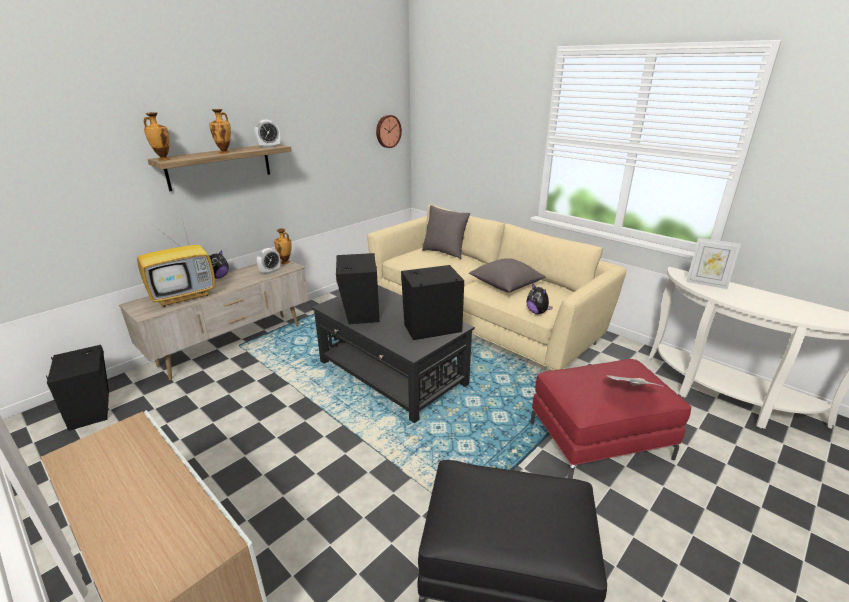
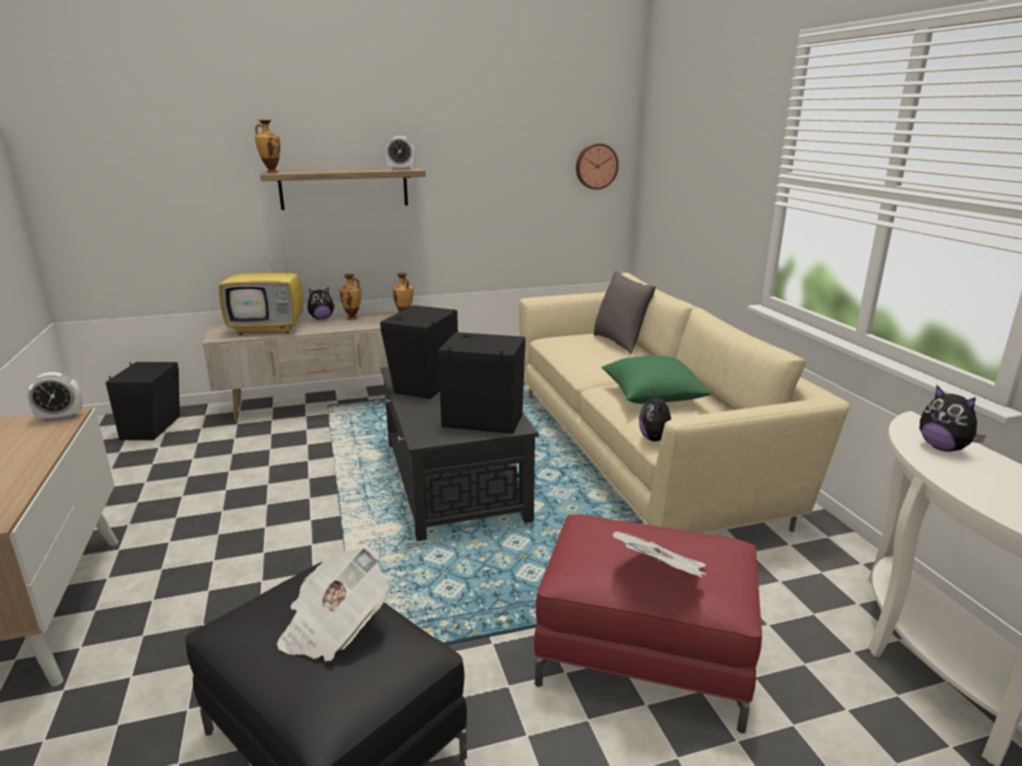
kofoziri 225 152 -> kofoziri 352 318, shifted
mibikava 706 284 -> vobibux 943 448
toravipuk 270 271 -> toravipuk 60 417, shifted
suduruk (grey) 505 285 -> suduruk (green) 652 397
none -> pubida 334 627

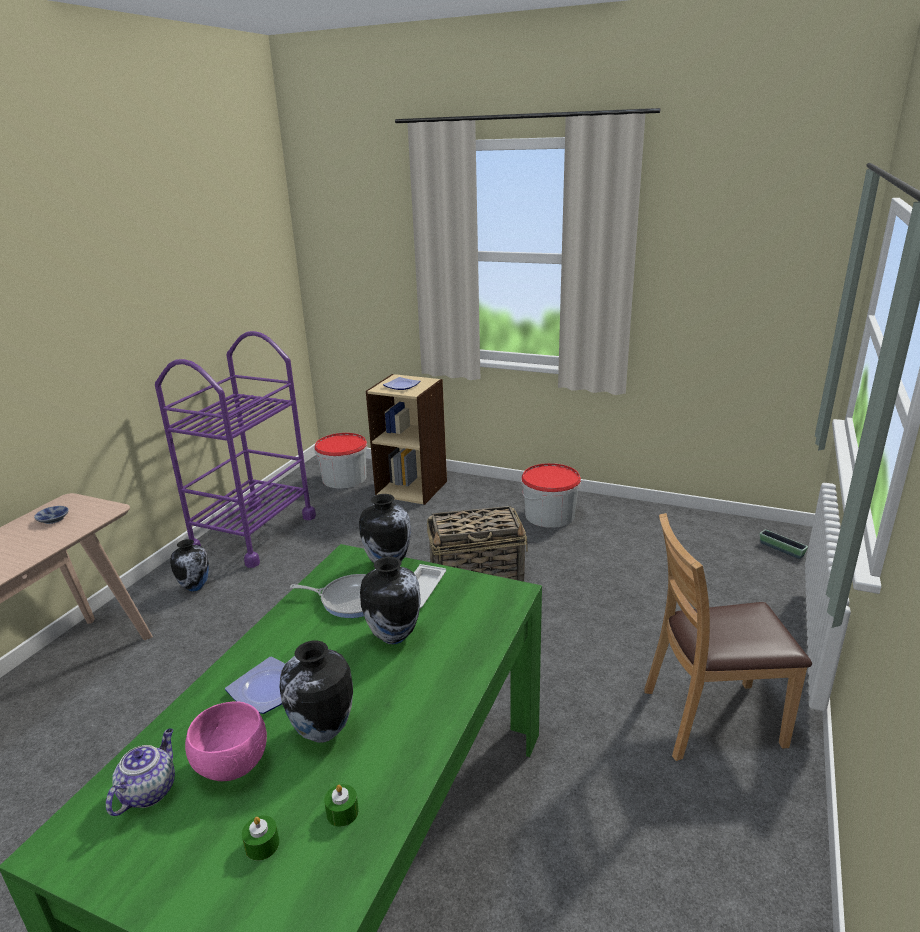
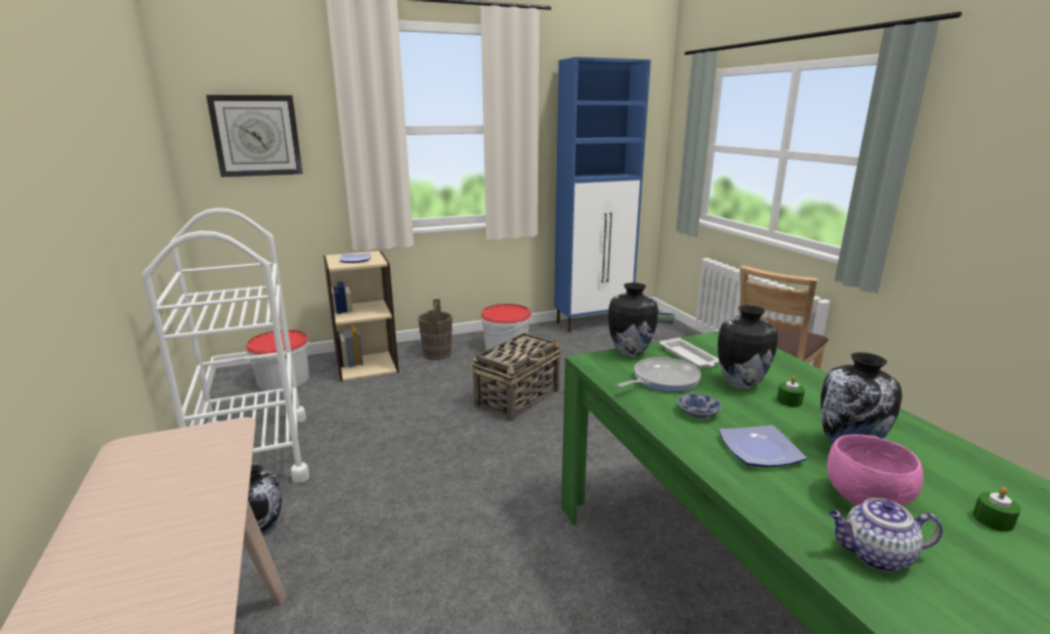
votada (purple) 253 533 -> votada (white) 254 455
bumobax 53 520 -> bumobax 699 412, shifted
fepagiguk 149 791 -> fepagiguk 875 556, 60 degrees counterclockwise
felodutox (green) 342 812 -> felodutox (green) 789 401, shifted
none -> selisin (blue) 593 322
none -> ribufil 256 136
none -> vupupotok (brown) 437 354

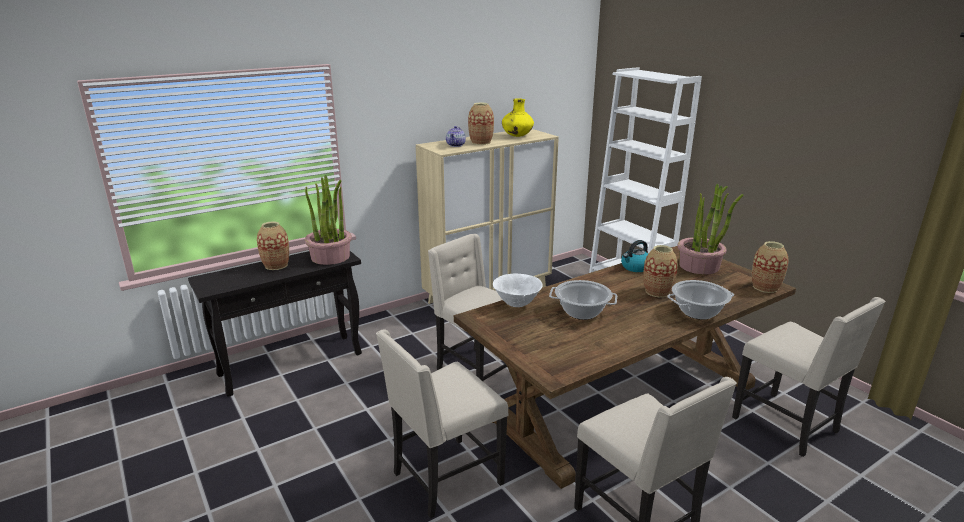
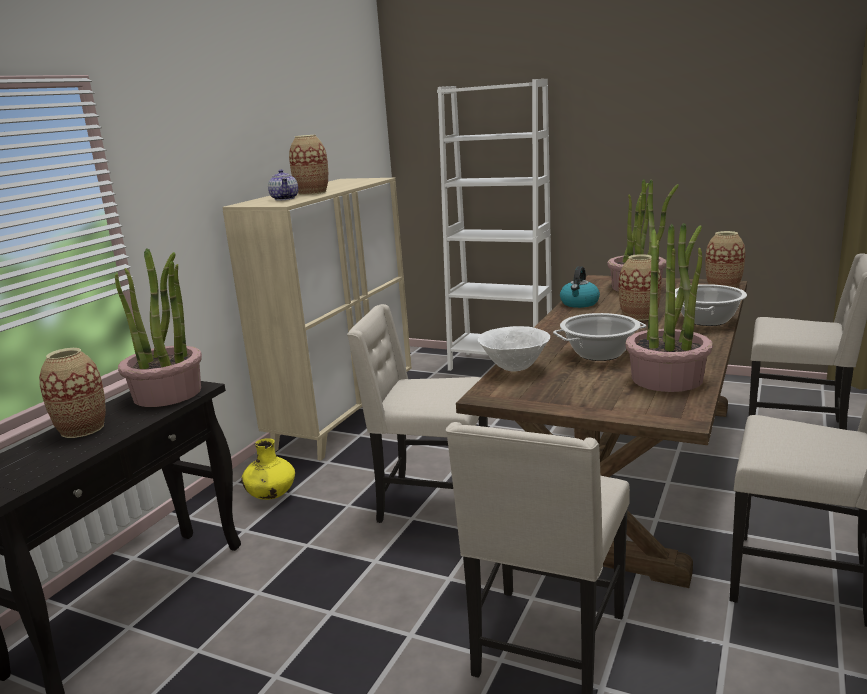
kofoziri (yellow) 517 136 -> kofoziri (yellow) 271 496, shifted
none -> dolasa 667 378

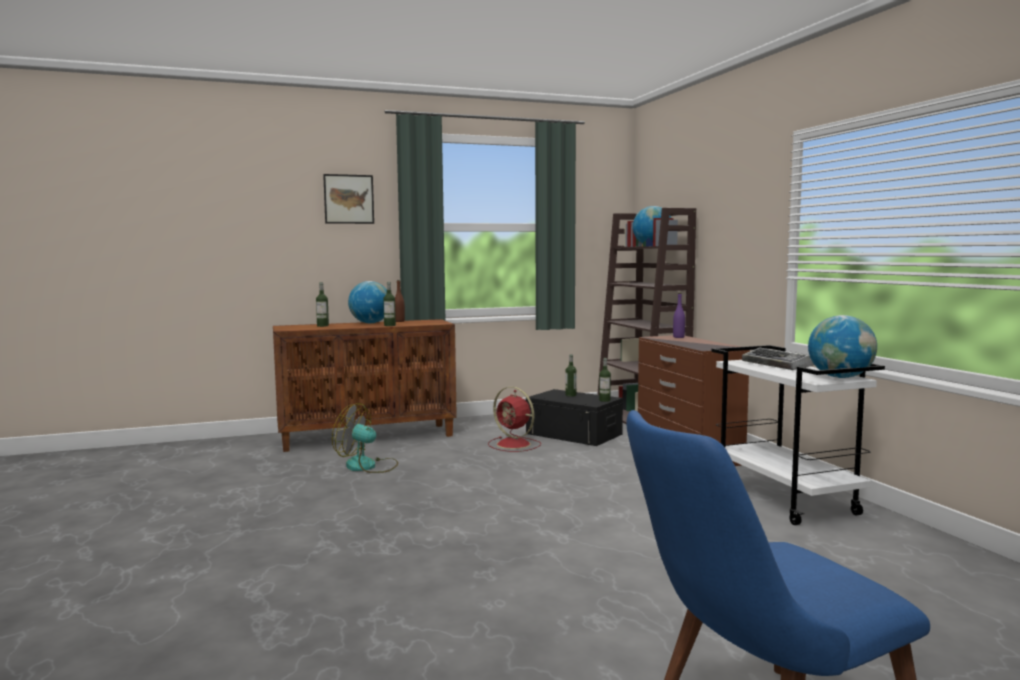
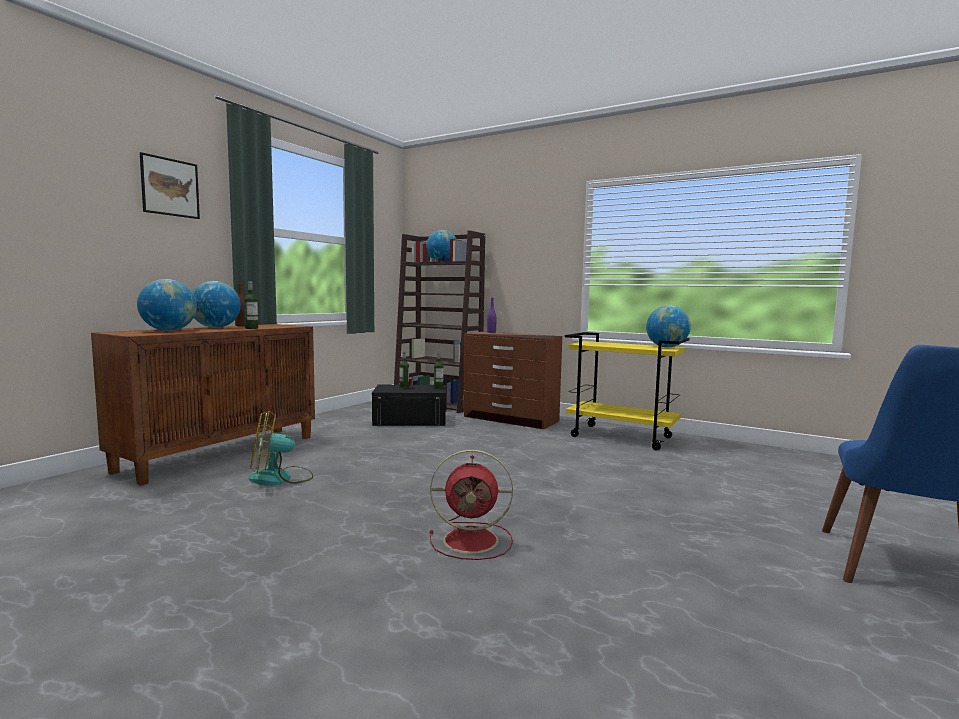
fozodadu 322 326 -> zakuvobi 169 330
votada (white) 786 500 -> votada (yellow) 622 437
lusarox 777 365 -> none
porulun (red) 515 444 -> porulun (red) 473 540, shifted

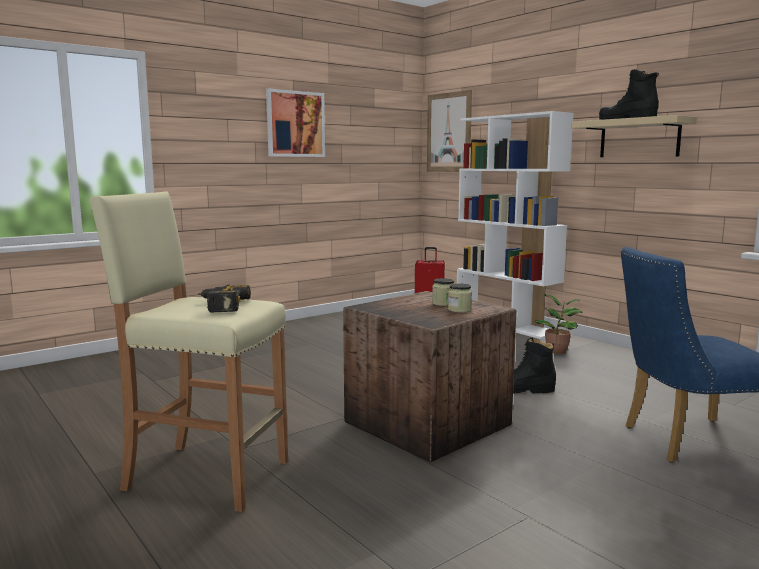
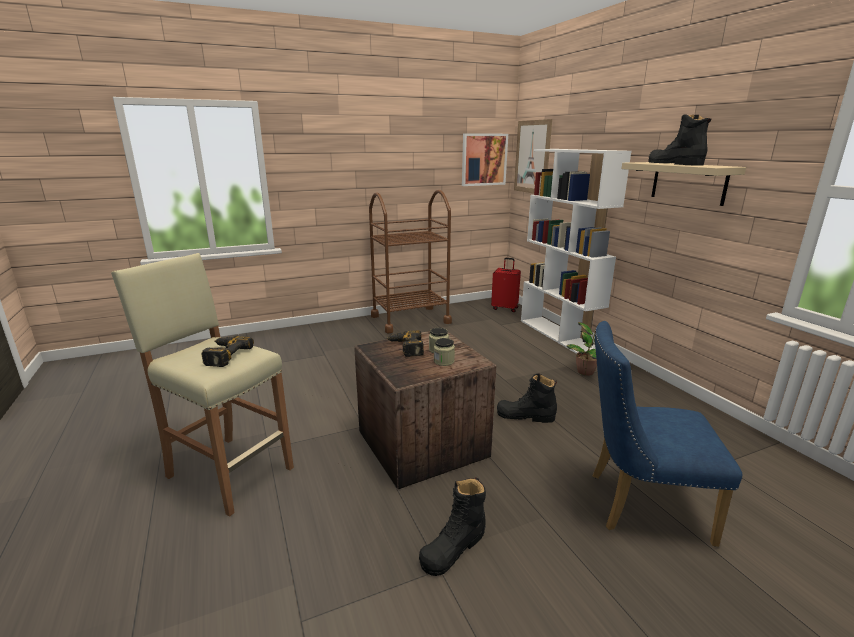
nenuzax 295 124 -> nenuzax 484 159, shifted
none -> votada (brown) 410 319
none -> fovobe 405 348
none -> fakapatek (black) 453 547

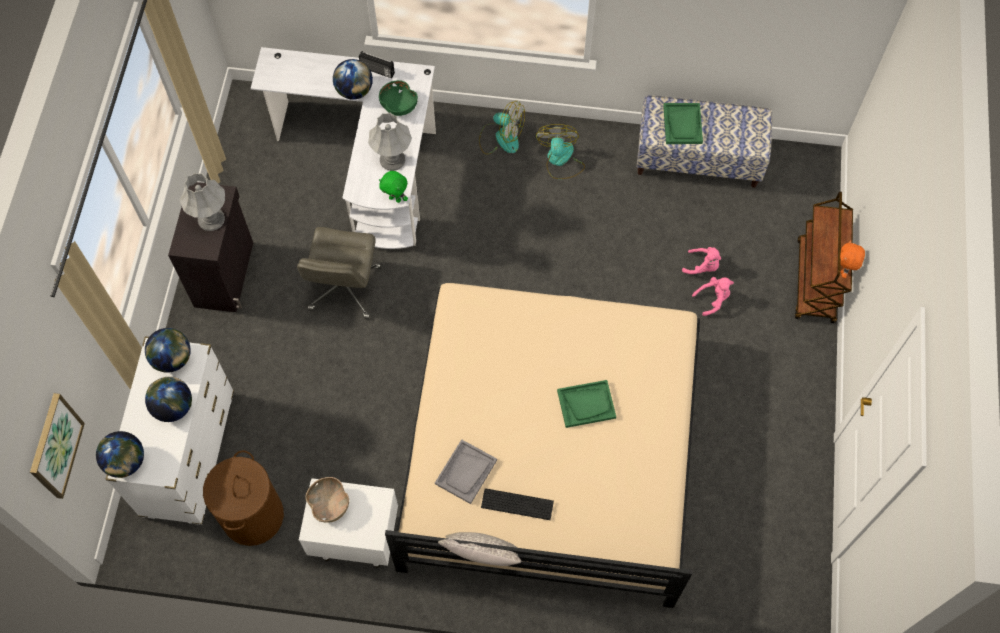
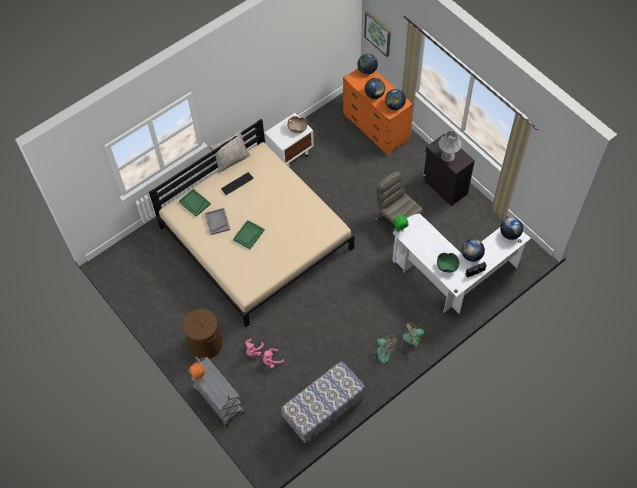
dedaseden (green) 682 124 -> dedaseden (green) 194 203, shifted
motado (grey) 392 159 -> none
votada (brown) 815 282 -> votada (grey) 218 399
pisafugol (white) 189 454 -> pisafugol (orange) 375 128
dedaseden (grey) 466 472 -> dedaseden (grey) 217 222, shifted
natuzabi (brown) 253 516 -> natuzabi (brown) 205 344, shifted
none -> zakuvobi 509 234

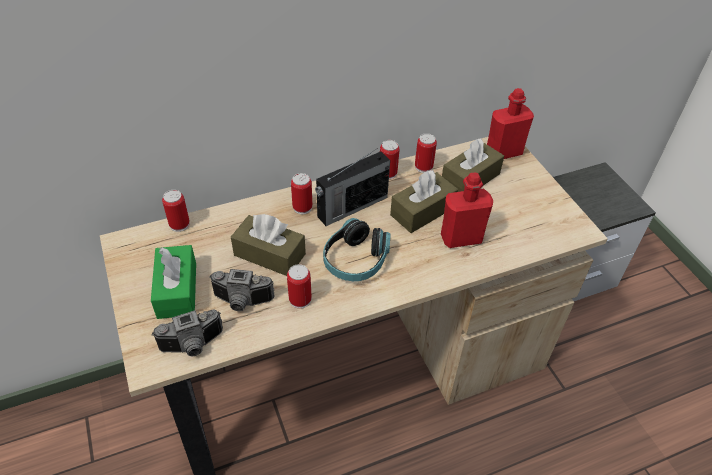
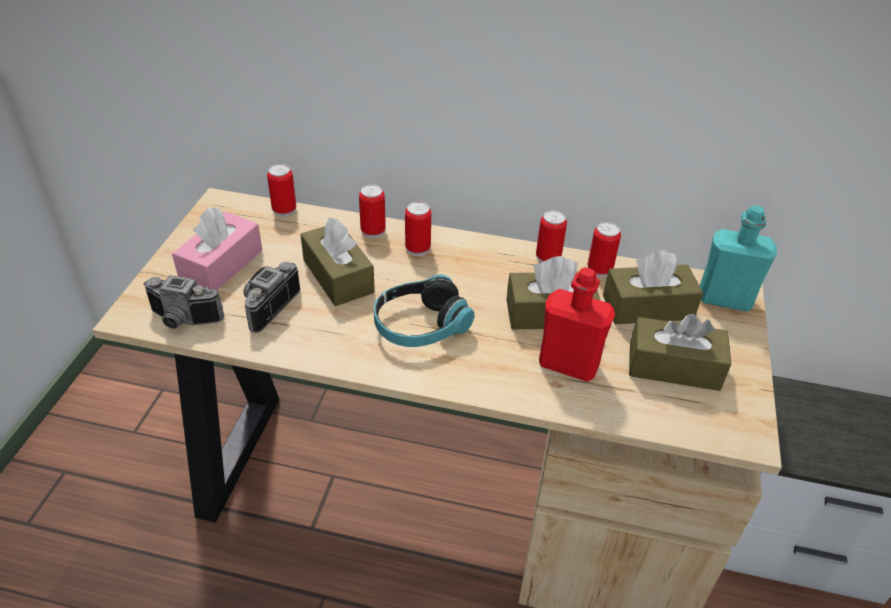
fozodadu (red) 503 152 -> fozodadu (turquoise) 724 299
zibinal 351 207 -> none
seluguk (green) 177 290 -> seluguk (pink) 221 265
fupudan 300 300 -> fupudan 373 231, shifted
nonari 242 302 -> nonari 265 306, 75 degrees clockwise
none -> seluguk (brown) 673 367

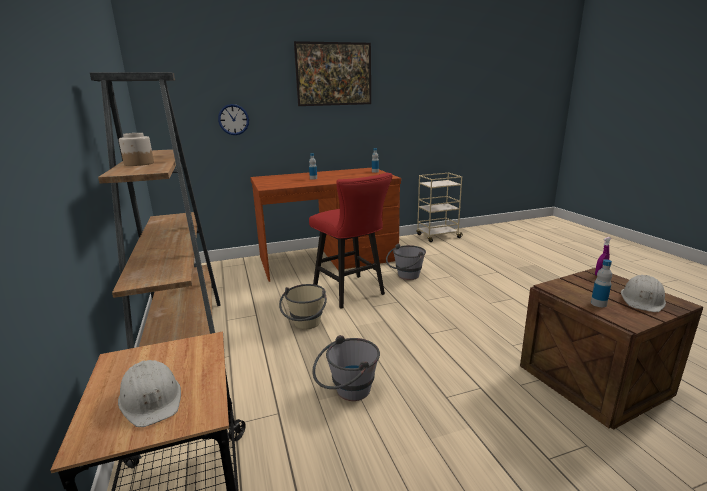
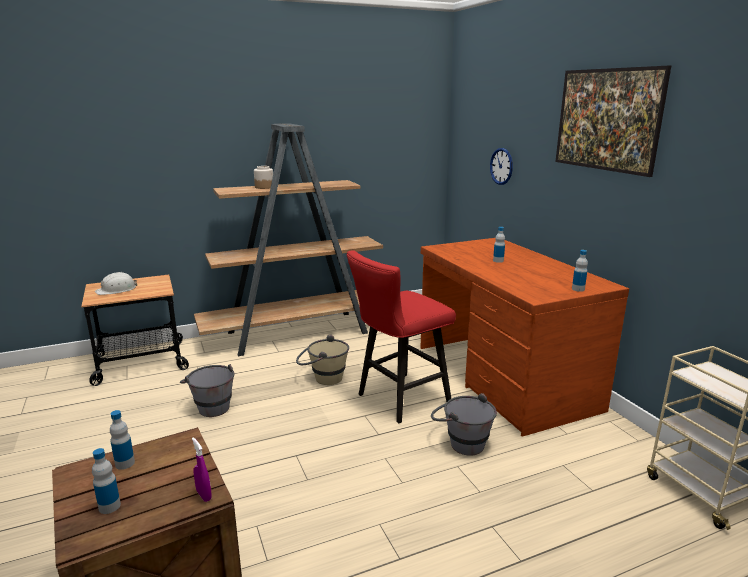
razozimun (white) 642 300 -> fozodadu 109 506

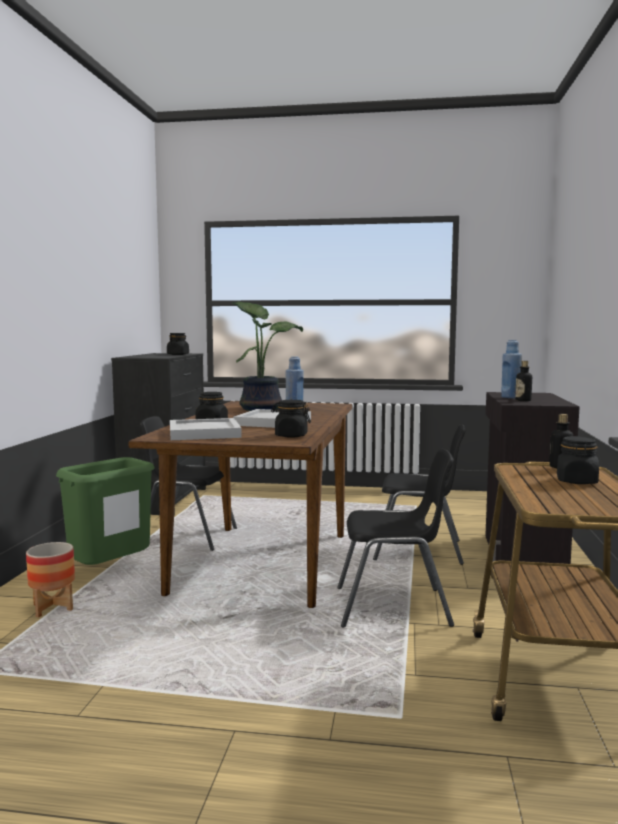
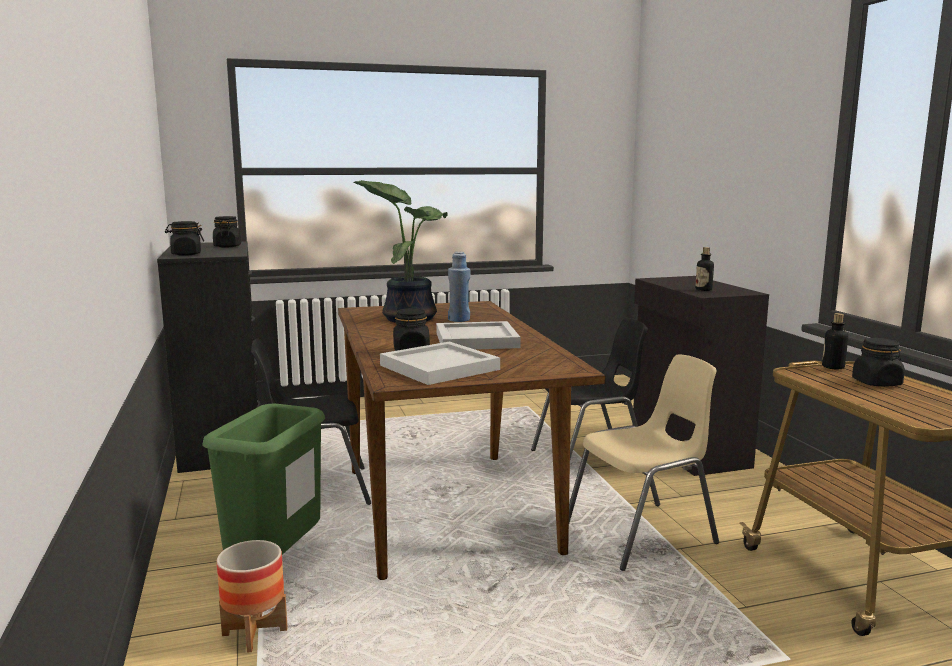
fozodadu (blue) 510 397 -> none
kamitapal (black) 291 436 -> kamitapal (black) 186 254, shifted
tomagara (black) 394 607 -> tomagara (beige) 643 534

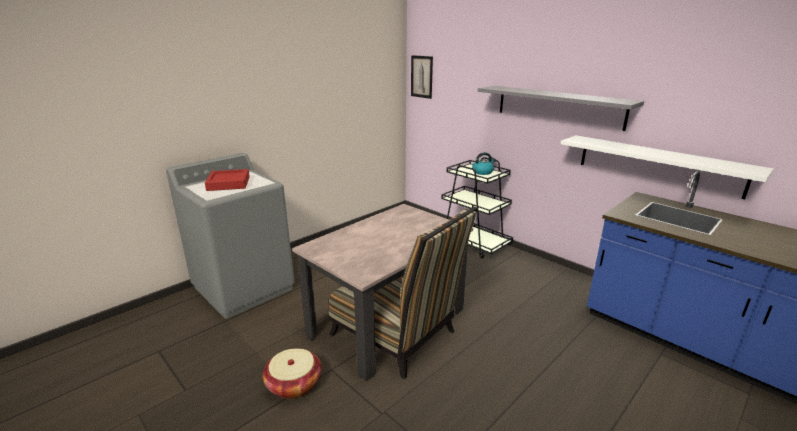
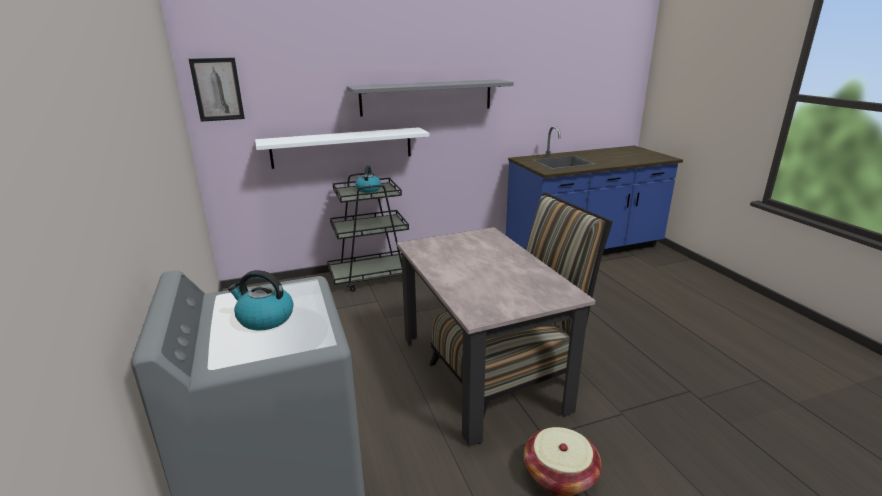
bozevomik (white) 657 164 -> bozevomik (white) 342 147, shifted
dedaseden (red) 228 183 -> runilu 264 318

